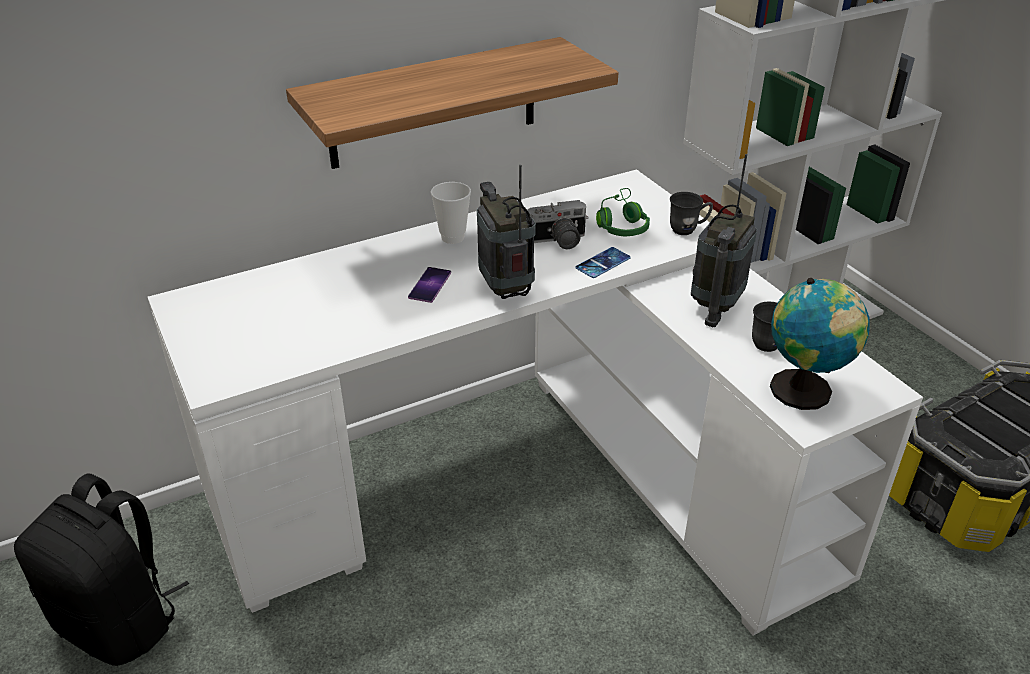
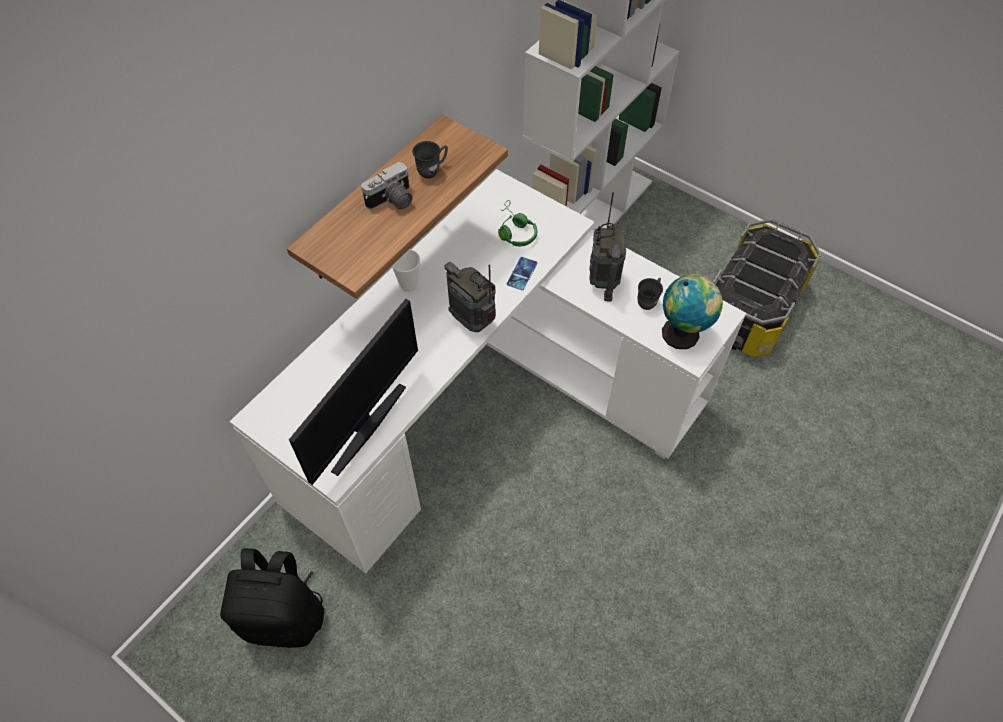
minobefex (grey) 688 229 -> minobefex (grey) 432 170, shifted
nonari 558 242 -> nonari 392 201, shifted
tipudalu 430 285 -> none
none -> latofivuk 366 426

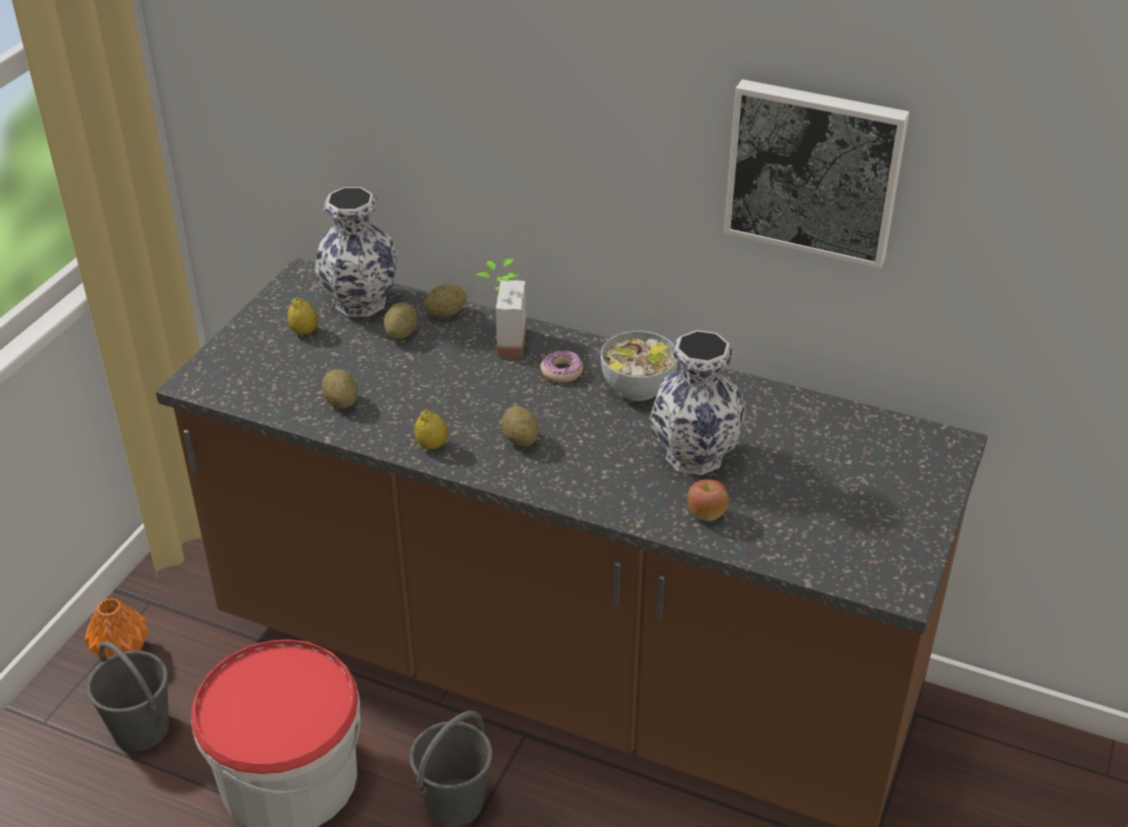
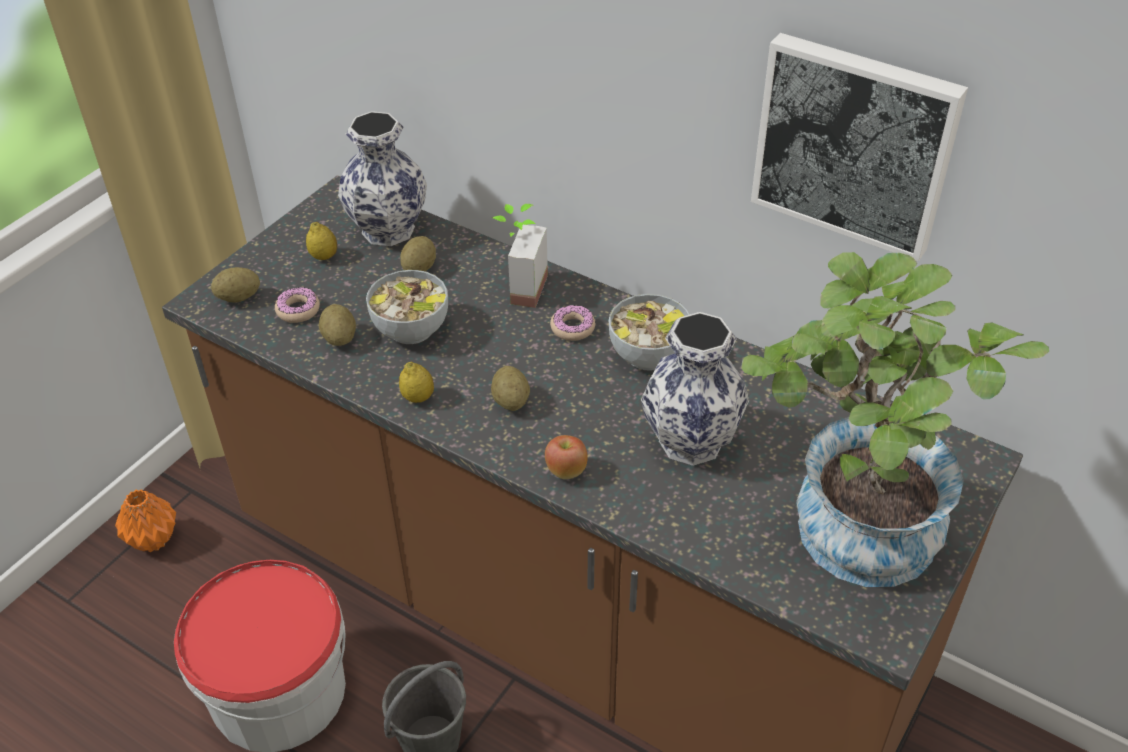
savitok 446 313 -> savitok 239 297, shifted
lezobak 706 514 -> lezobak 566 471, shifted
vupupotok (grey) 140 728 -> none
none -> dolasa 846 538
none -> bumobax 411 328
none -> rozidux 298 310

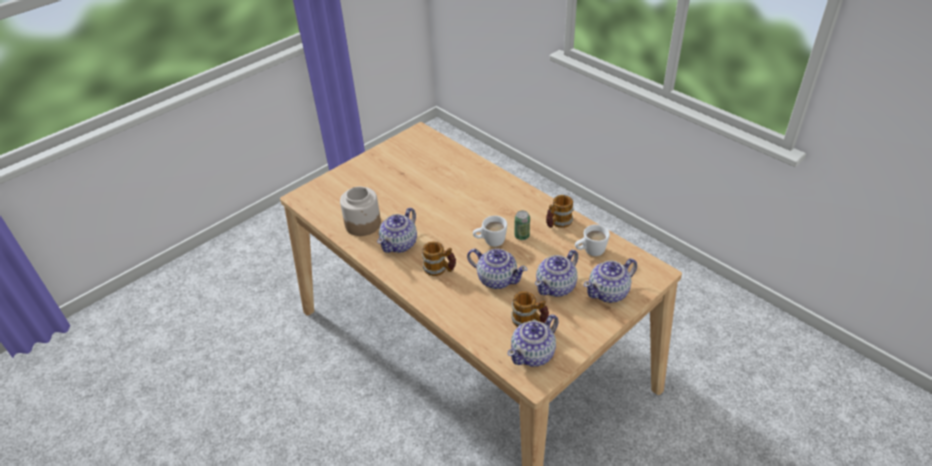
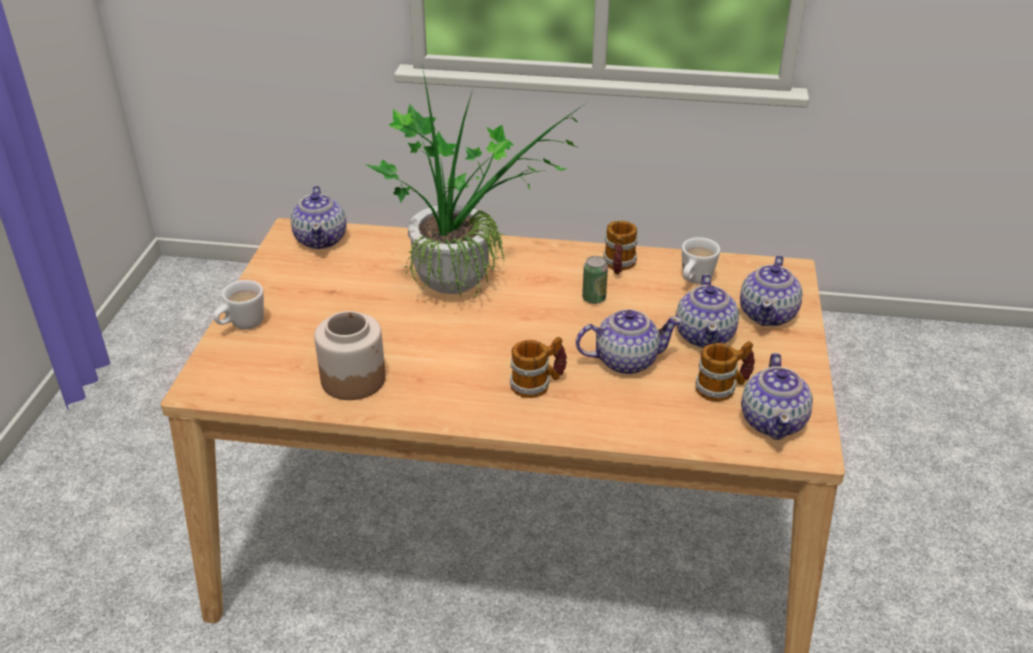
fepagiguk 400 244 -> fepagiguk 321 239, shifted
minobefex (white) 490 242 -> minobefex (white) 241 325, shifted
none -> dolasa 465 278

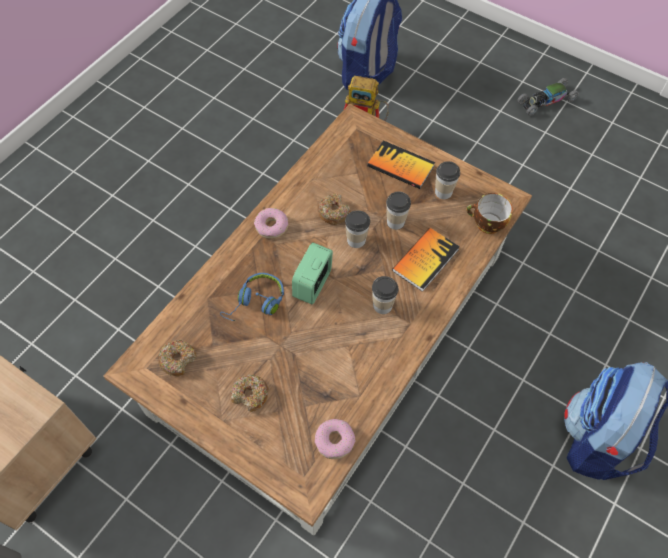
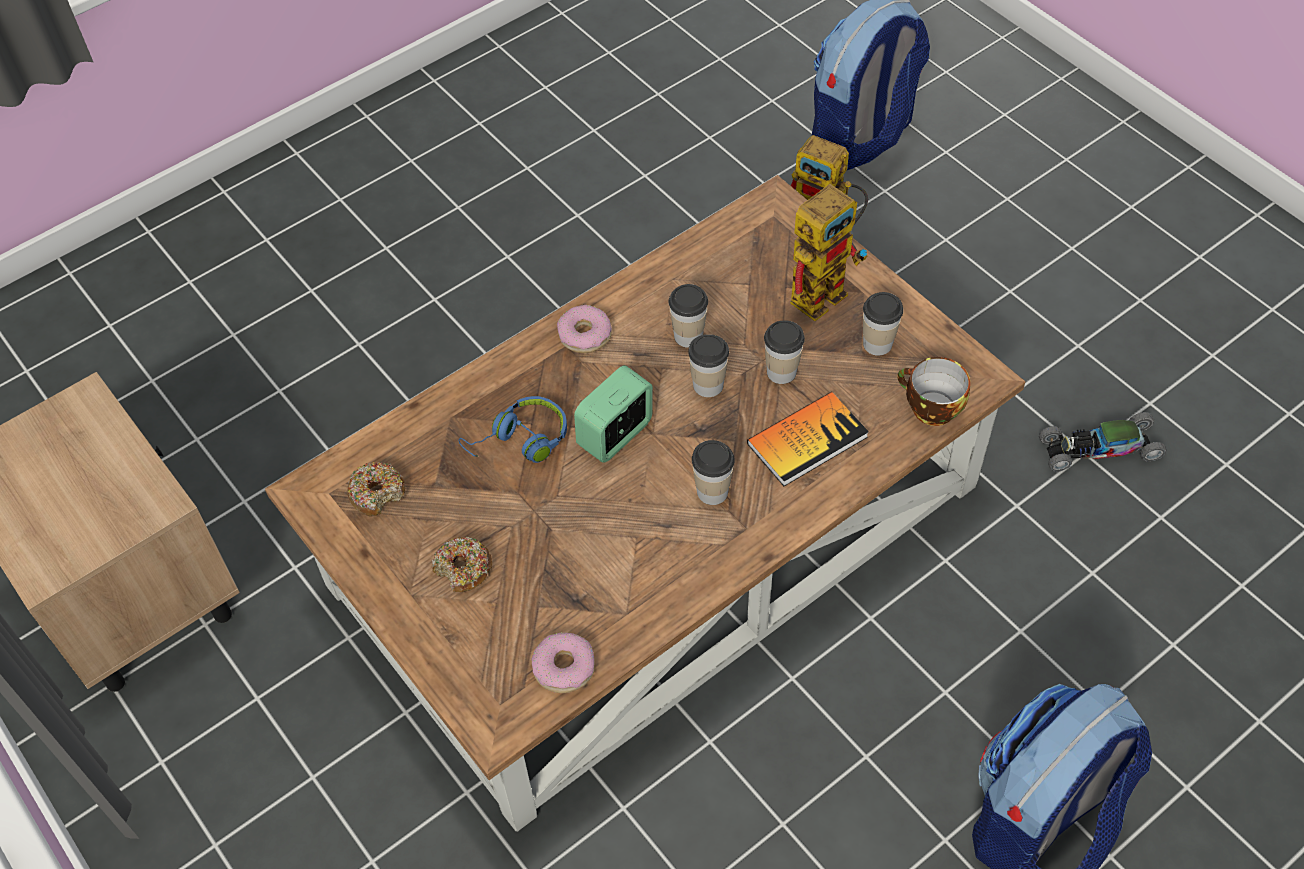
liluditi 546 101 -> liluditi 1099 449, shifted
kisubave 400 166 -> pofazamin 823 289
rozidux 333 212 -> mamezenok 688 336

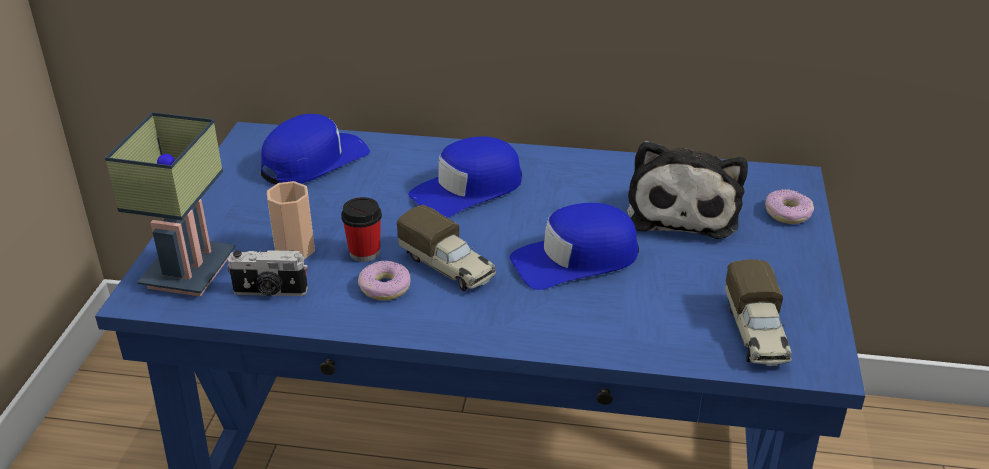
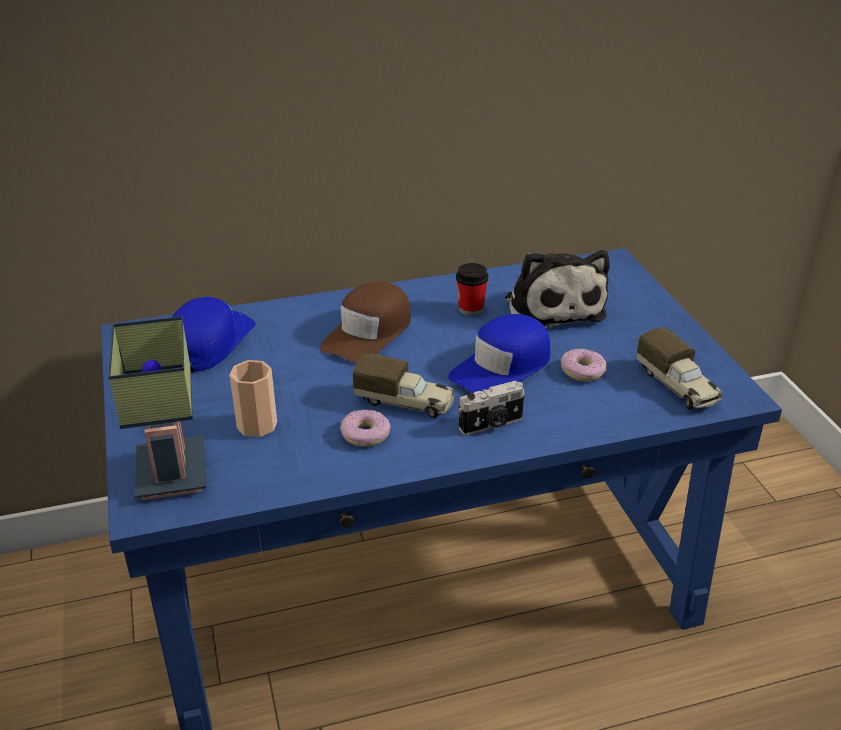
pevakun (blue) 467 190 -> pevakun (brown) 368 333
rozidux 788 213 -> rozidux 582 371, shifted
mamezenok 364 253 -> mamezenok 471 309, shifted
nonari 270 292 -> nonari 492 425, shifted

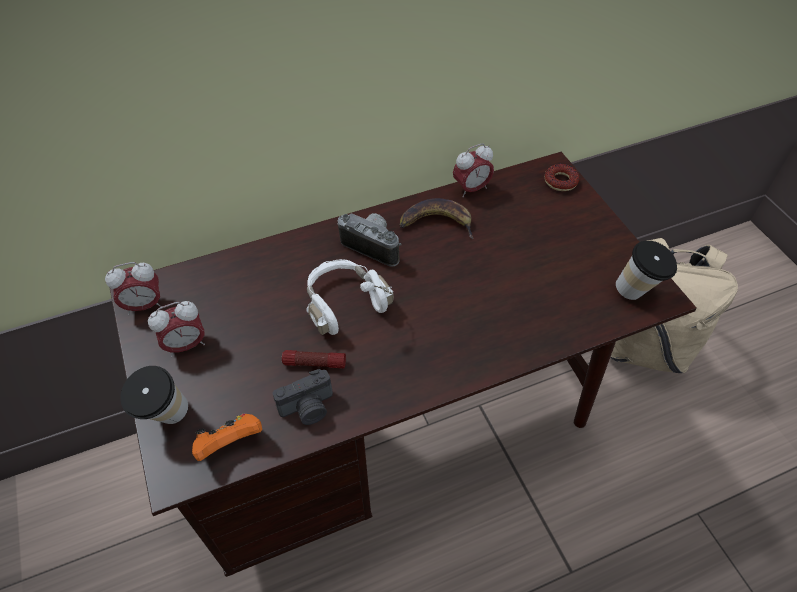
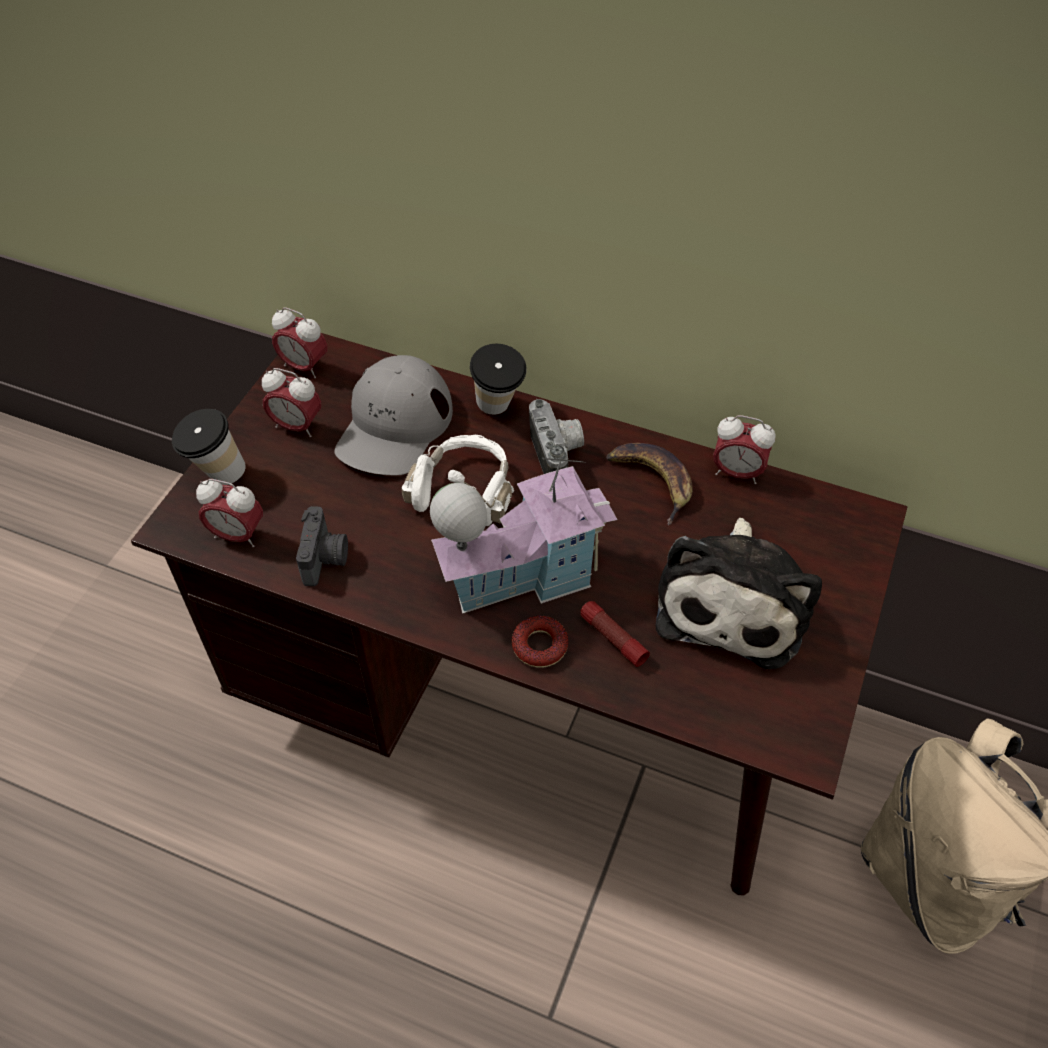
rozidux 560 181 -> rozidux 540 645, shifted
mamezenok 637 292 -> mamezenok 498 410, shifted
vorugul 314 363 -> vorugul 613 638, shifted
nonari 308 409 -> nonari 326 559, 105 degrees counterclockwise
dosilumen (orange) 230 443 -> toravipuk 238 535
none -> pevakun (grey) 394 426
none -> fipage 522 576
none -> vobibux 734 601

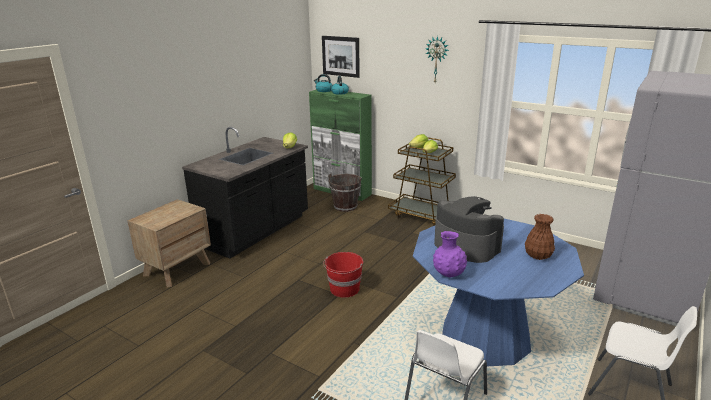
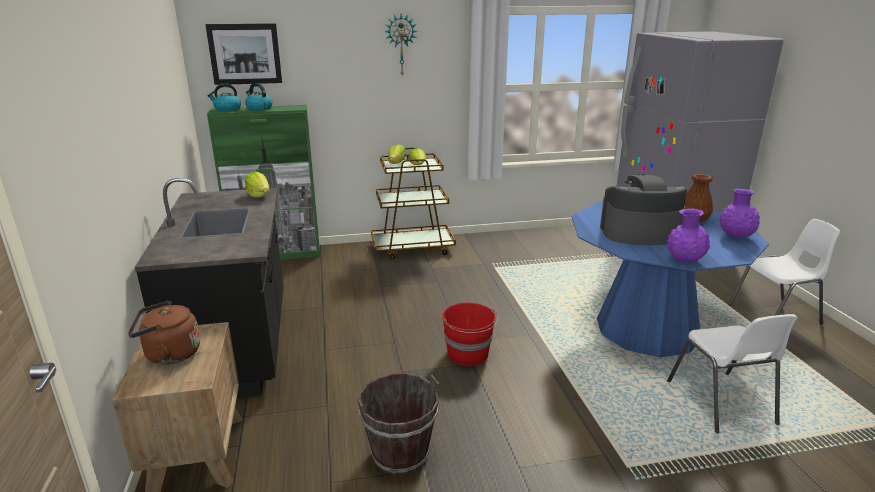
vupupotok (brown) 345 206 -> vupupotok (brown) 400 453, shifted
none -> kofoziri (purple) 735 237
none -> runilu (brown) 169 354

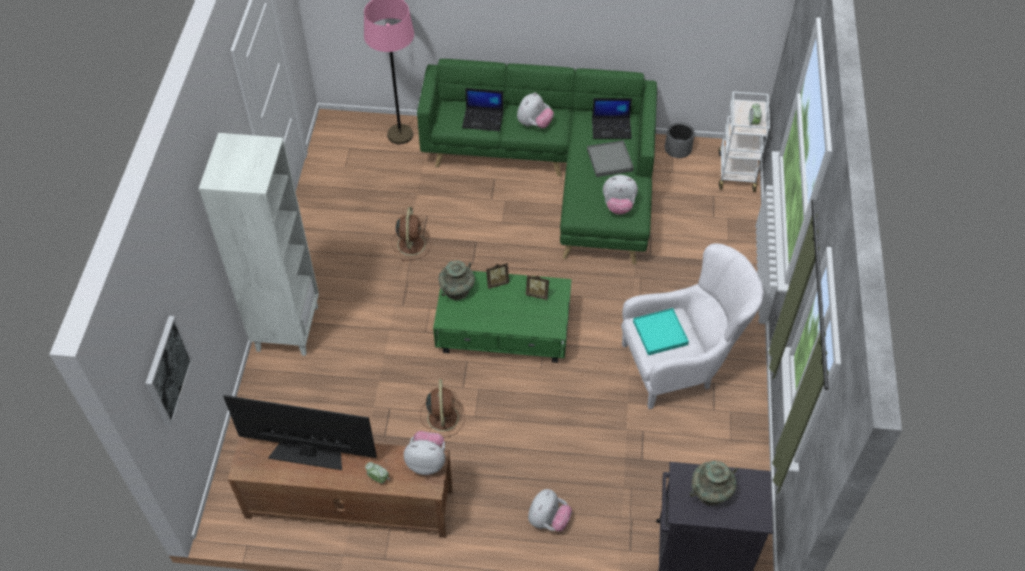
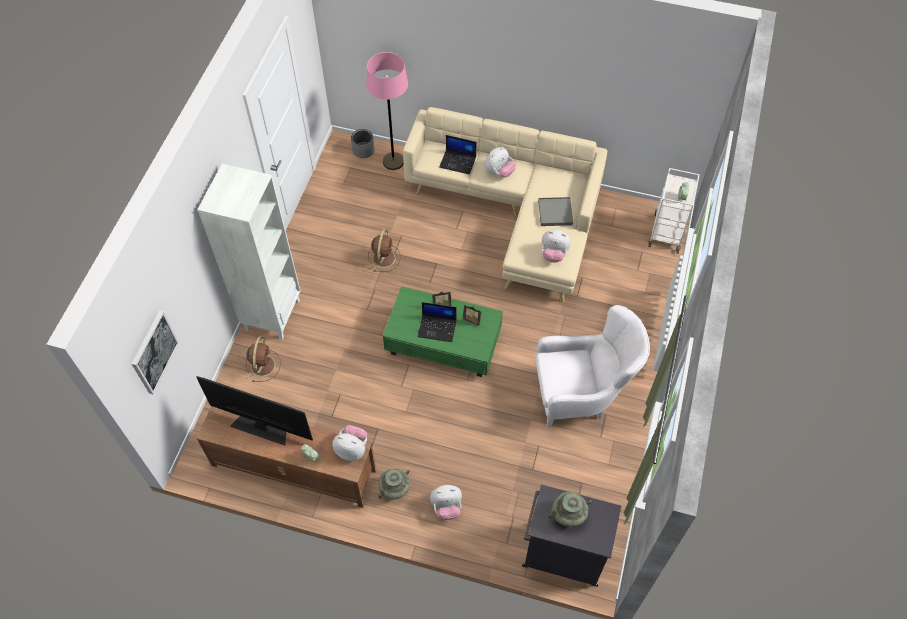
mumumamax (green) 558 176 -> mumumamax (beige) 515 216
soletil 612 128 -> soletil 437 328, shifted
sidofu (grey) 678 149 -> sidofu (grey) 363 150, shifted
kofoziri (turquoise) 457 290 -> kofoziri (turquoise) 394 489, shifted
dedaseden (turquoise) 660 333 -> none
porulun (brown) 442 416 -> porulun (brown) 263 364, shifted
vobibux 548 520 -> vobibux 446 507, 45 degrees clockwise

